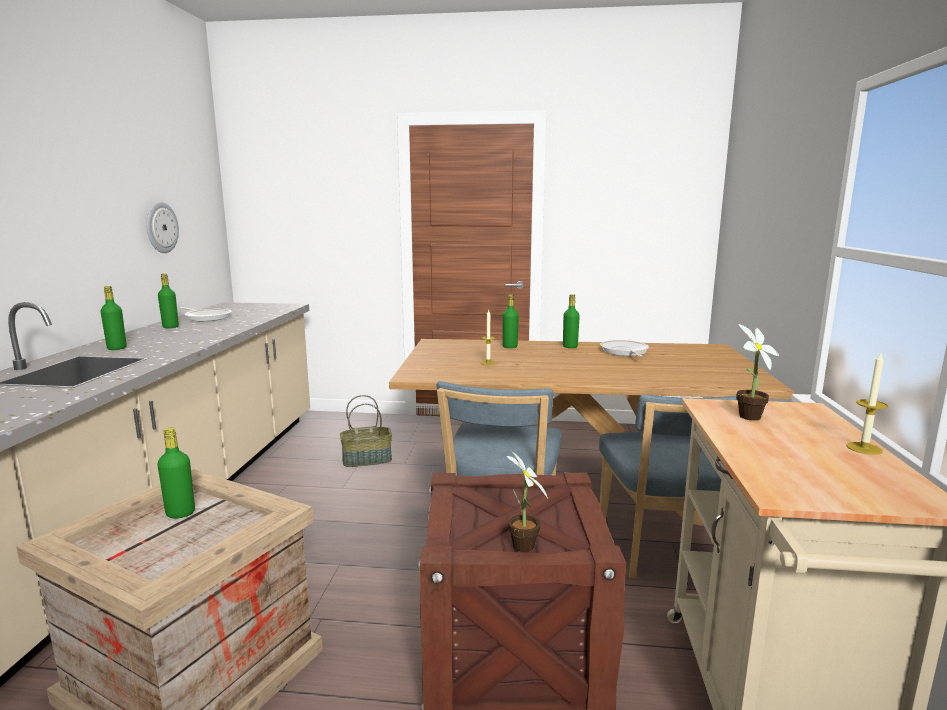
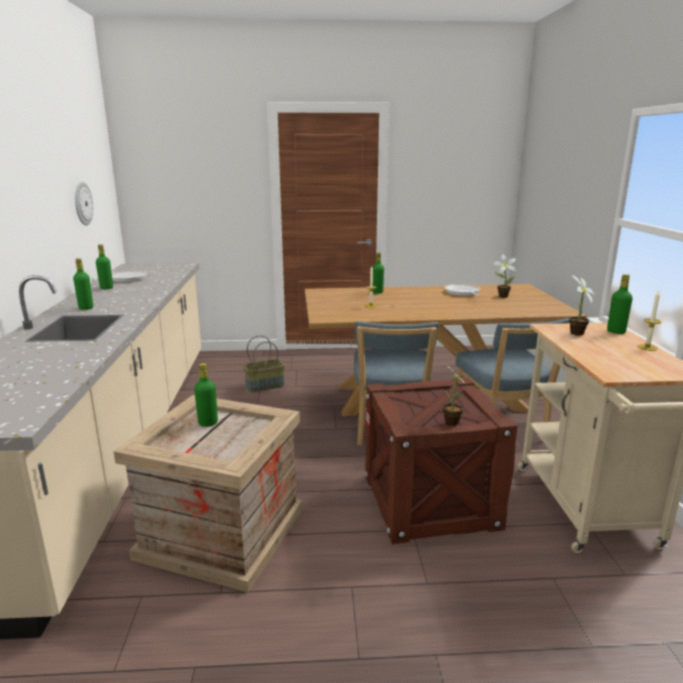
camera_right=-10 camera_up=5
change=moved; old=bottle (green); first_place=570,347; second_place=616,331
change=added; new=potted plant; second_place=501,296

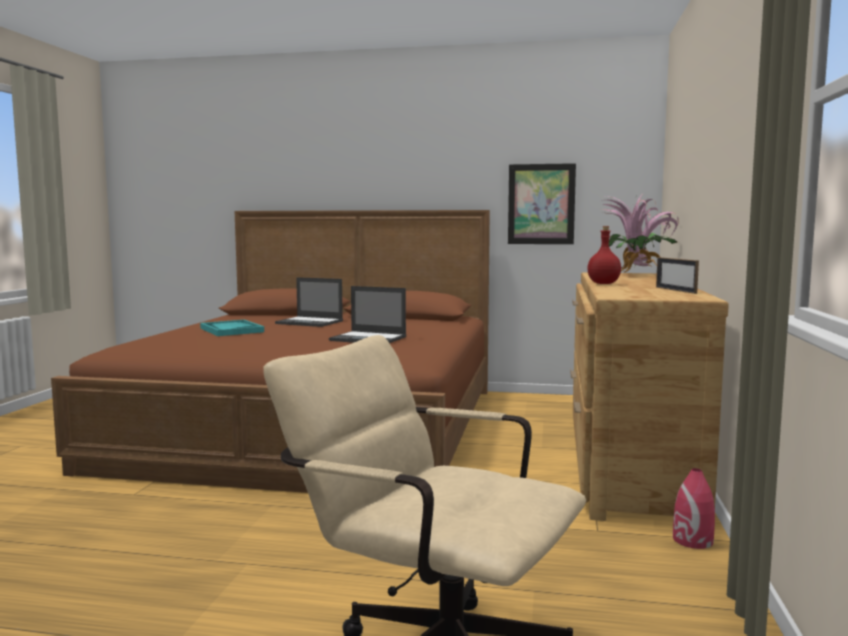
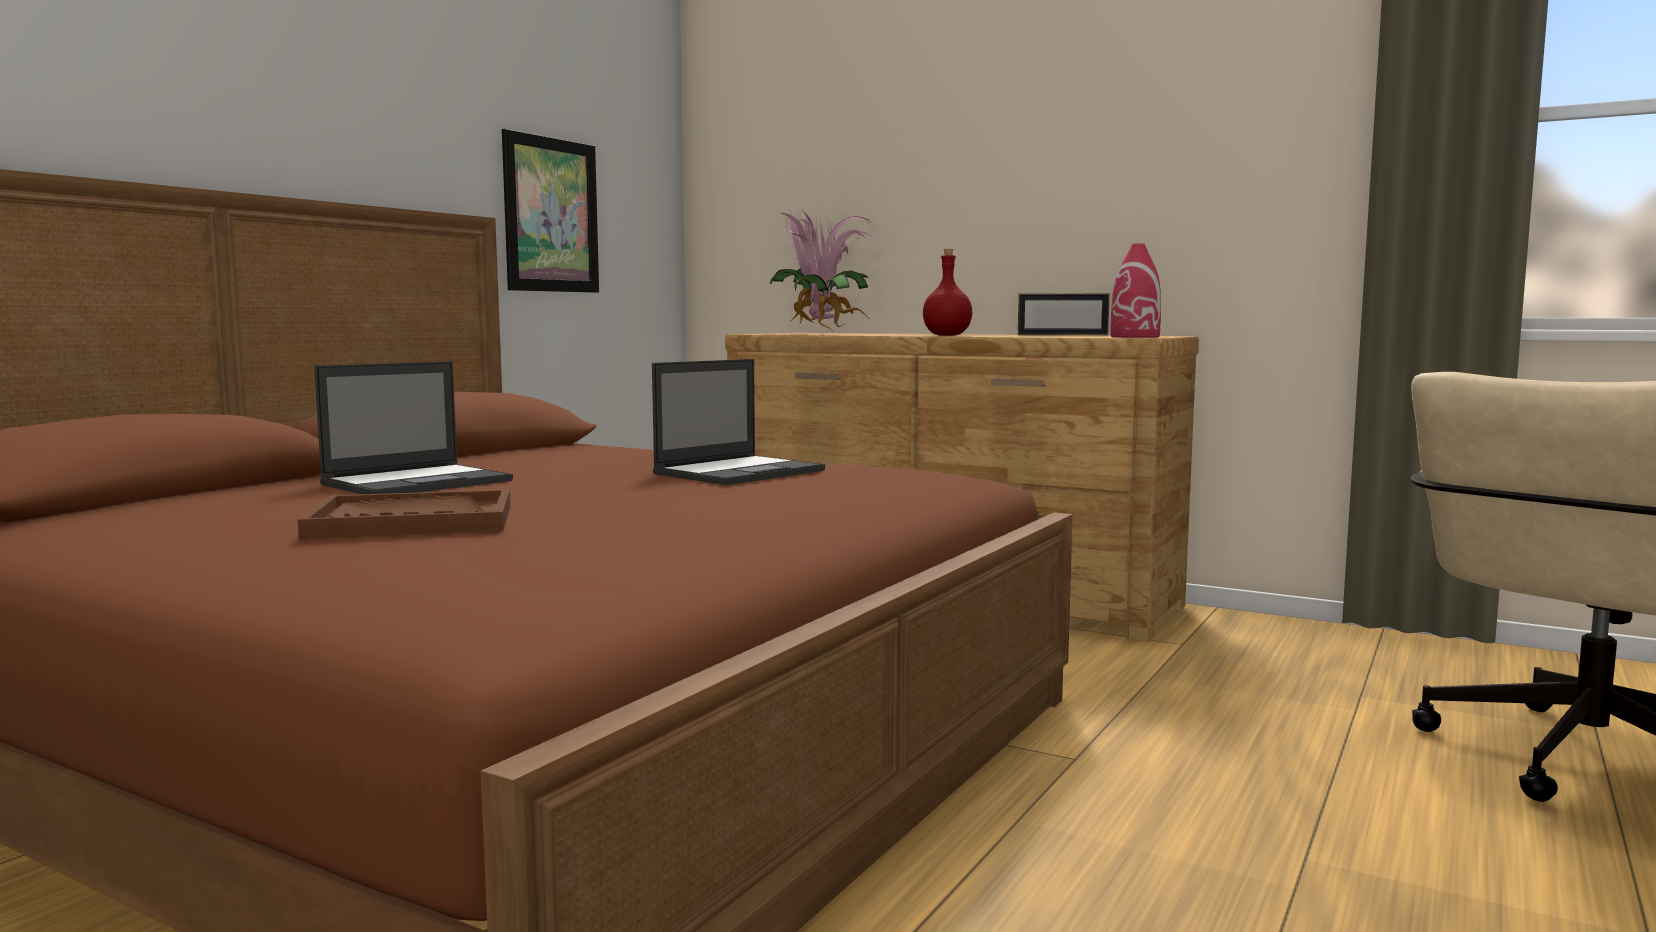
camera_right=-70 camera_up=0
change=recoloured; old=tray (turquoise); new=tray (brown); first_place=231,330; second_place=412,521
change=moved; old=vase (red); first_place=693,540; second_place=1135,337

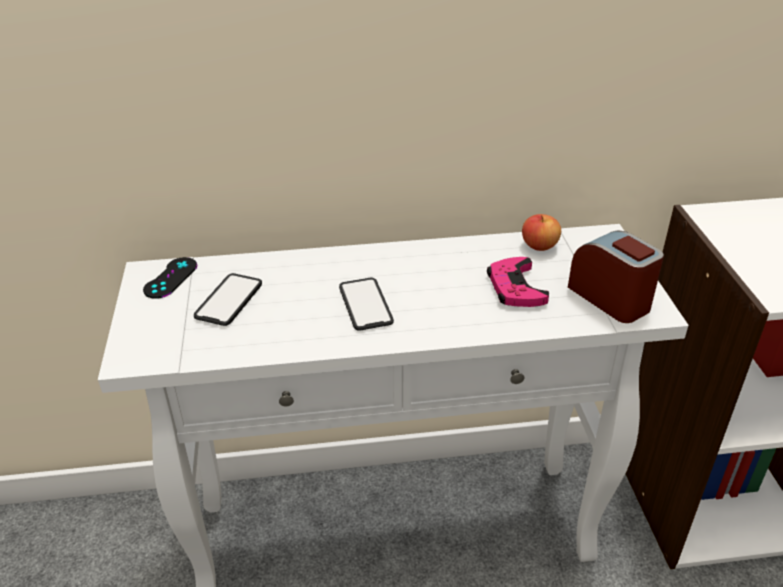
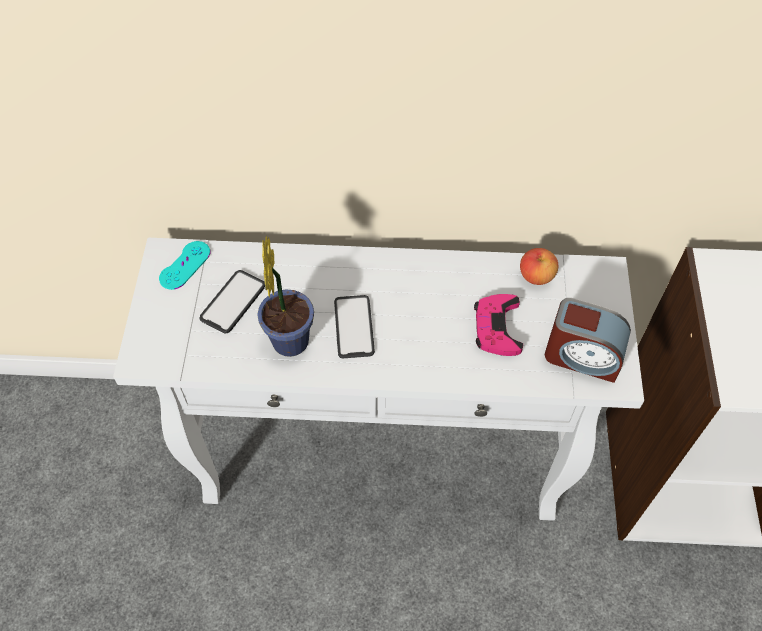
camera_right=10 camera_up=20
change=turned; old=alarm clock; first_place=610,298; second_place=582,356; degrees=135
change=recoloured; old=game controller (black); new=game controller (turquoise); first_place=171,278; second_place=185,265
change=added; new=potted plant; second_place=290,337

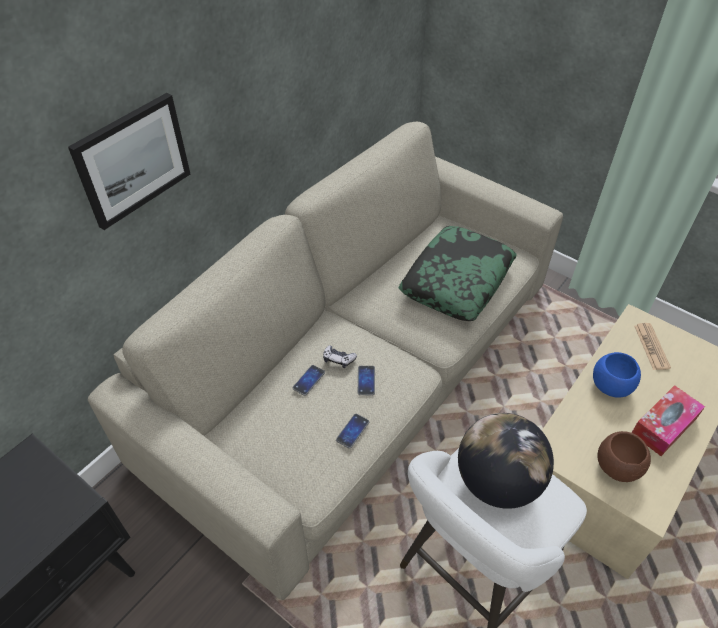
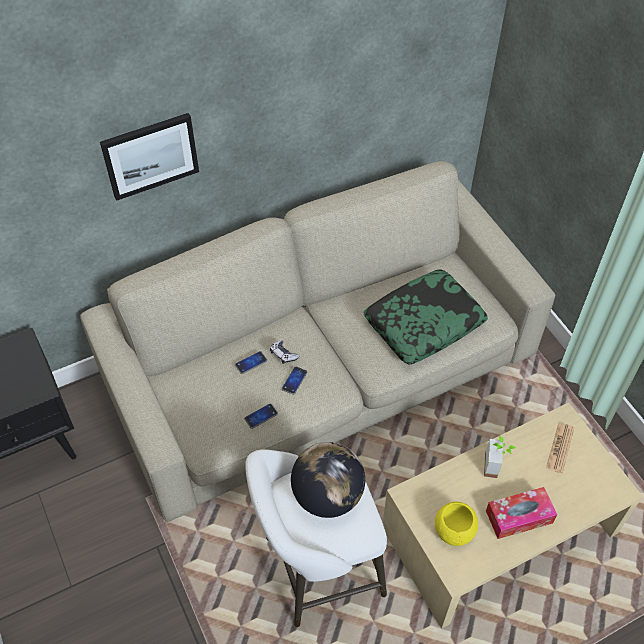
camera_right=25 camera_up=5
change=replaced; old=bowl (blue); new=potted plant; first_place=610,386; second_place=496,466
change=recoloured; old=bowl (brown); new=bowl (yellow); first_place=617,466; second_place=454,531

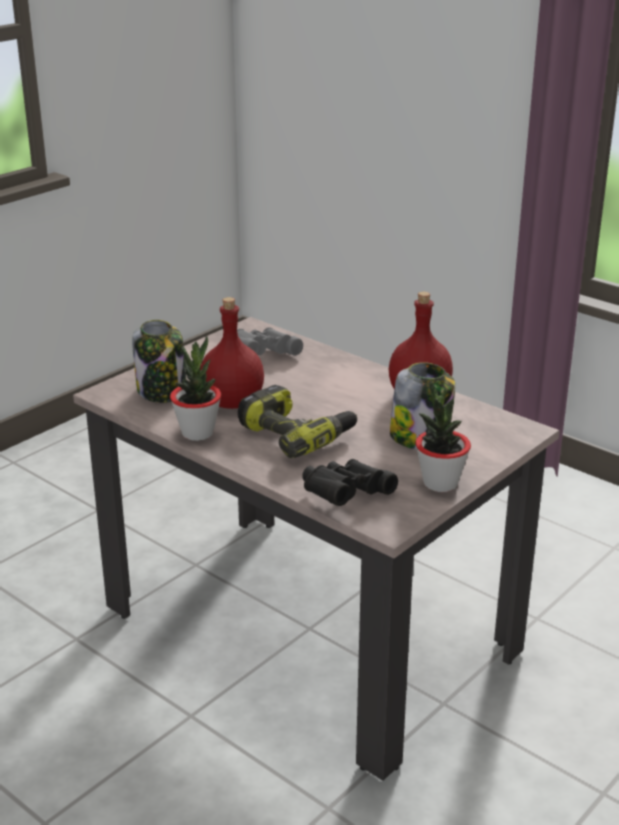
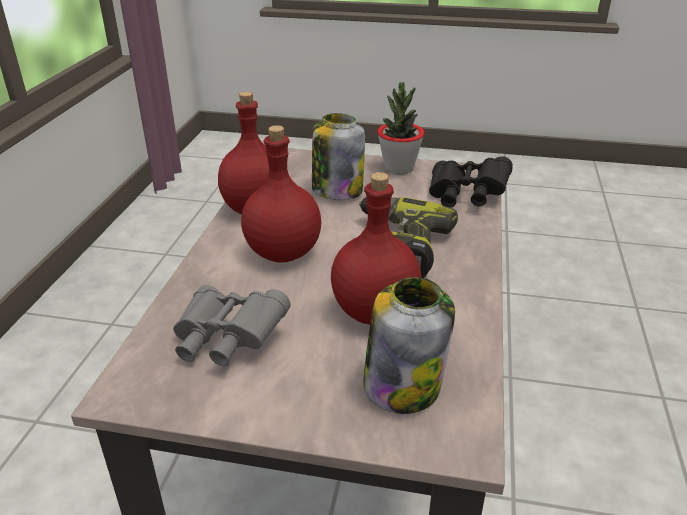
camera_right=-120 camera_up=5
change=removed; old=potted plant; first_place=197,433
change=added; new=bottle (red); second_place=283,253

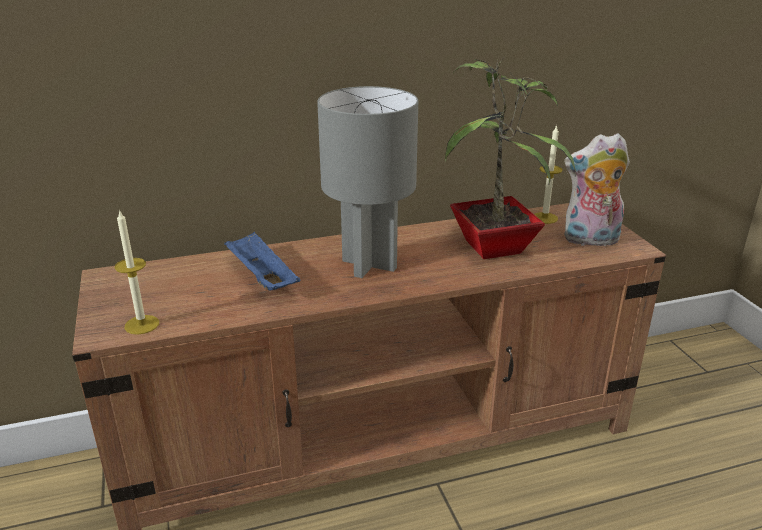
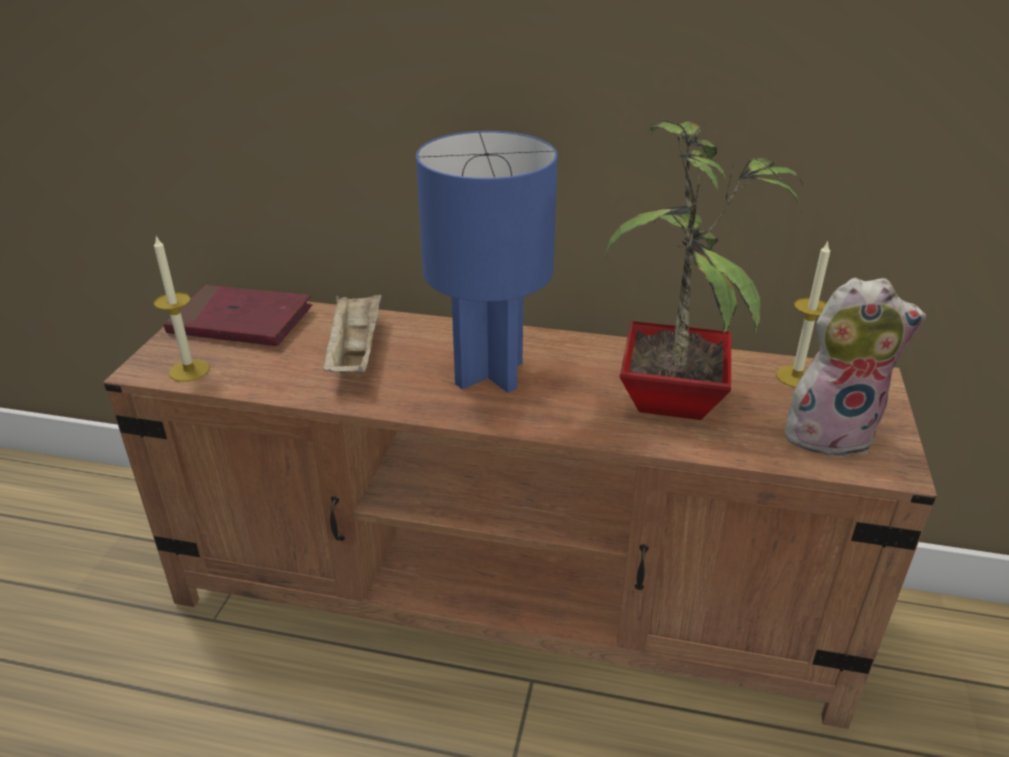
camera_right=30 camera_up=5
change=recoloured; old=table lamp (grey); new=table lamp (blue); first_place=369,264; second_place=489,373
change=turned; old=plush toy; first_place=590,240; second_place=830,432; degrees=150
change=recoloured; old=tray (blue); new=tray (beige); first_place=261,278; second_place=355,353
change=added; new=book (red); second_place=241,322

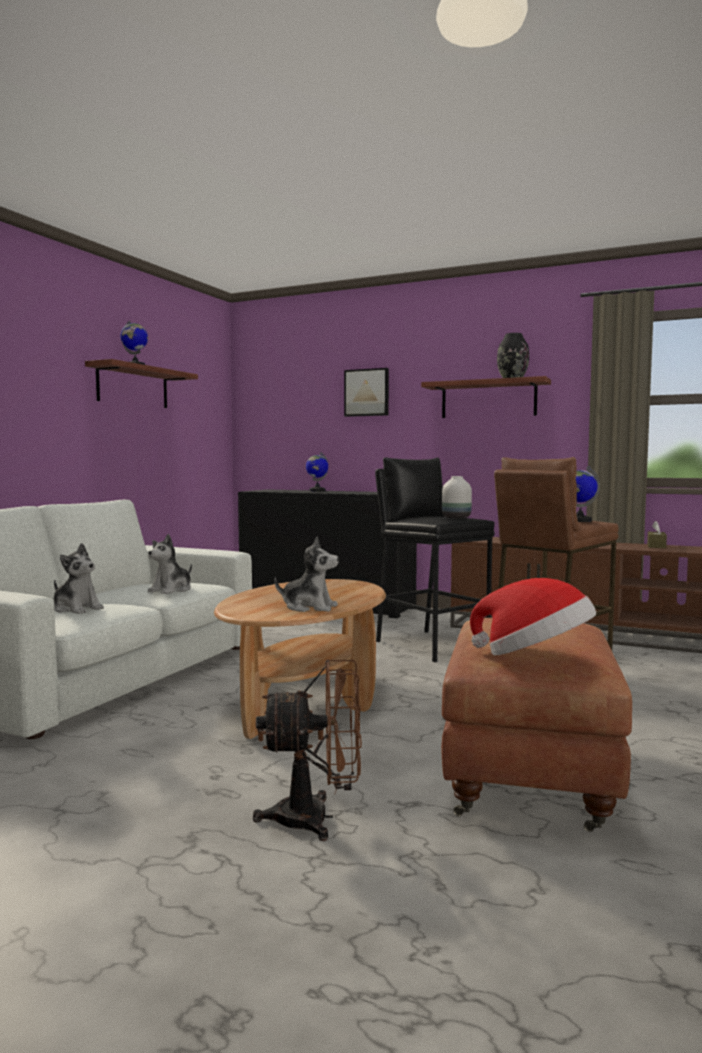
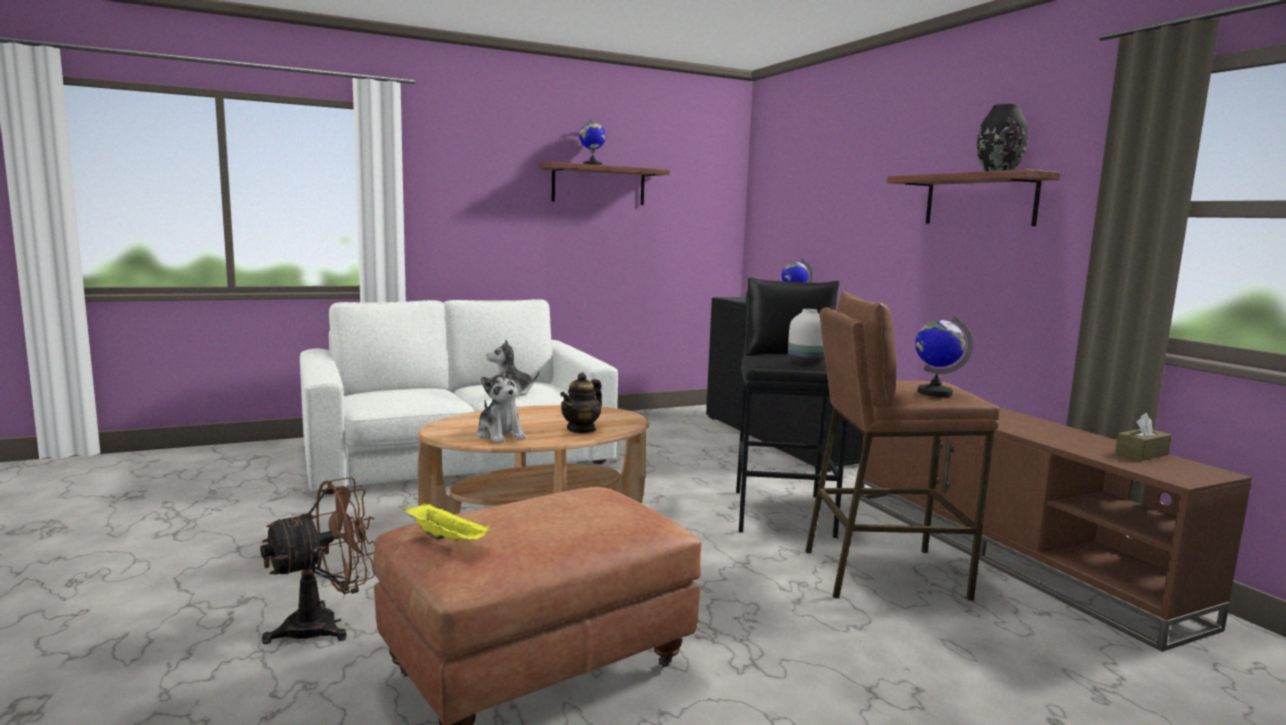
camera_right=40 camera_up=5
change=removed; old=picture; first_place=367,392
change=removed; old=plush toy; first_place=76,609
change=replaced; old=hat; new=tray (yellow); first_place=534,657; second_place=448,539
change=turned; old=fan (brown); first_place=316,818; second_place=325,625; degrees=-75
change=added; new=teapot; second_place=581,429

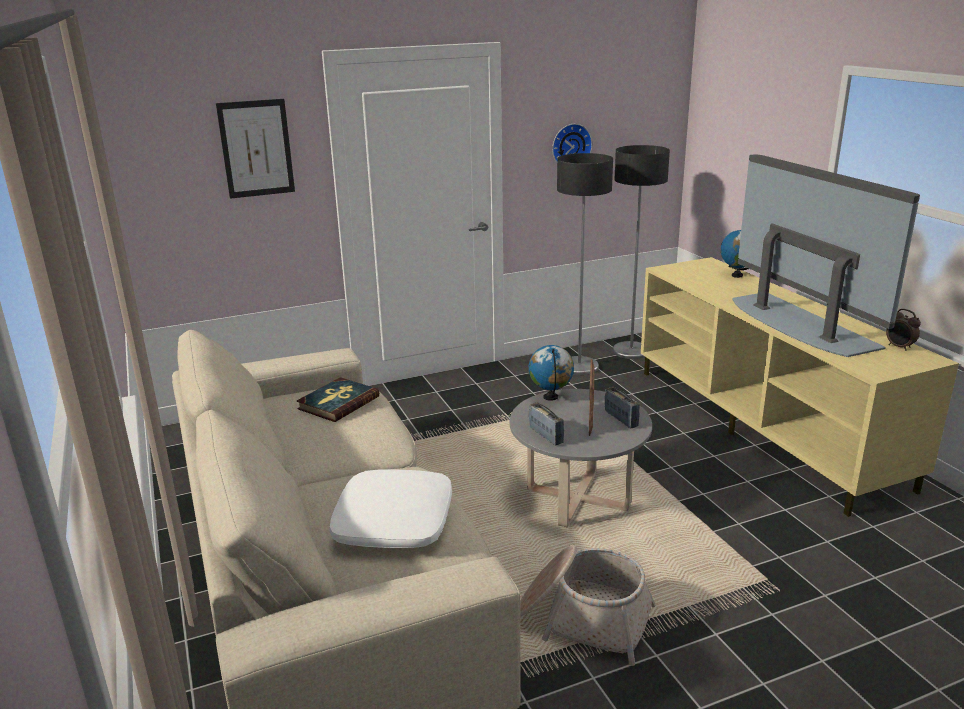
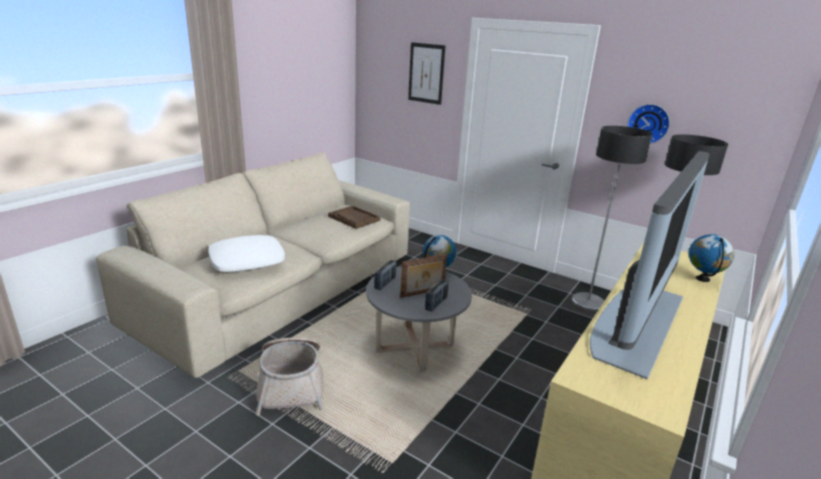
camera_right=55 camera_up=0
change=removed; old=alarm clock; first_place=899,347
change=replaced; old=book; new=tray (brown); first_place=338,403; second_place=354,218

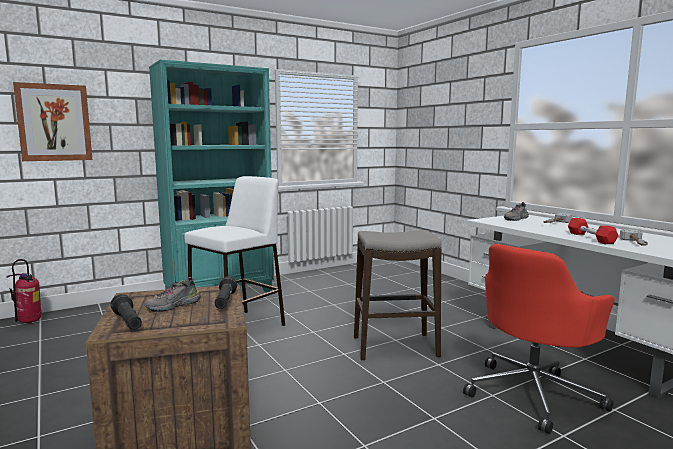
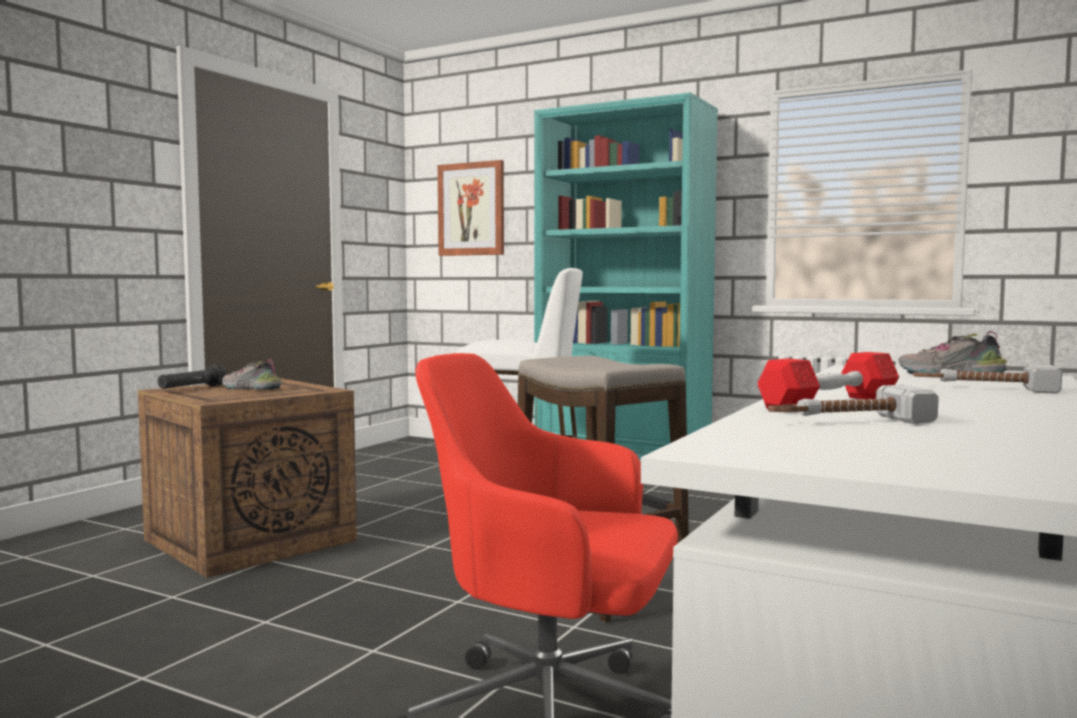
camera_right=60 camera_up=-5
change=removed; old=fire extinguisher; first_place=29,322
change=removed; old=flashlight (black); first_place=225,301

